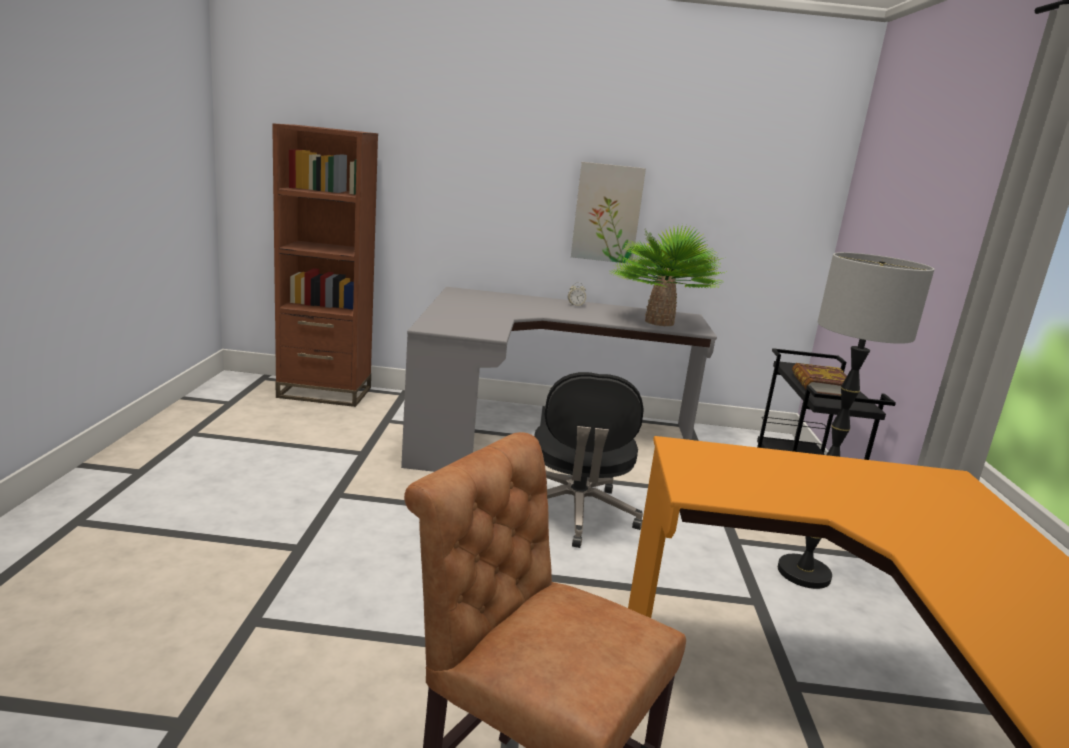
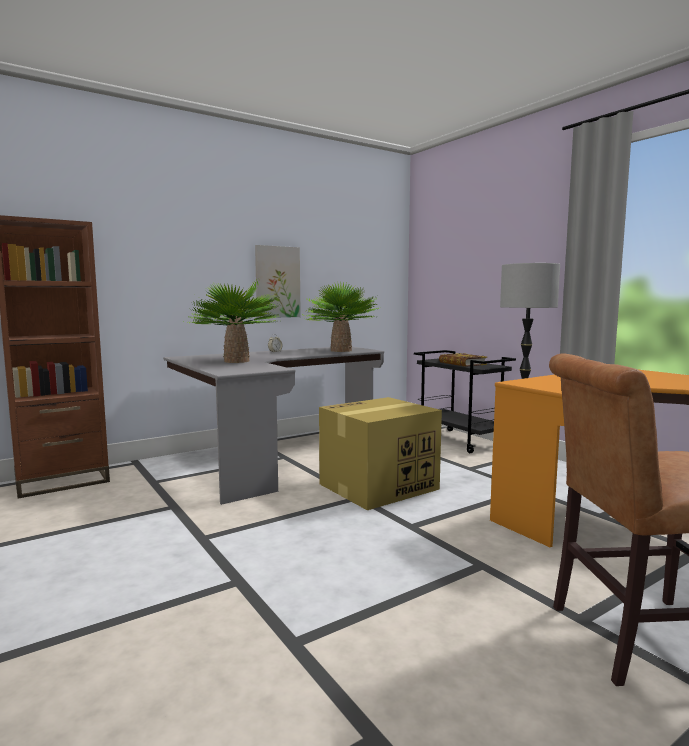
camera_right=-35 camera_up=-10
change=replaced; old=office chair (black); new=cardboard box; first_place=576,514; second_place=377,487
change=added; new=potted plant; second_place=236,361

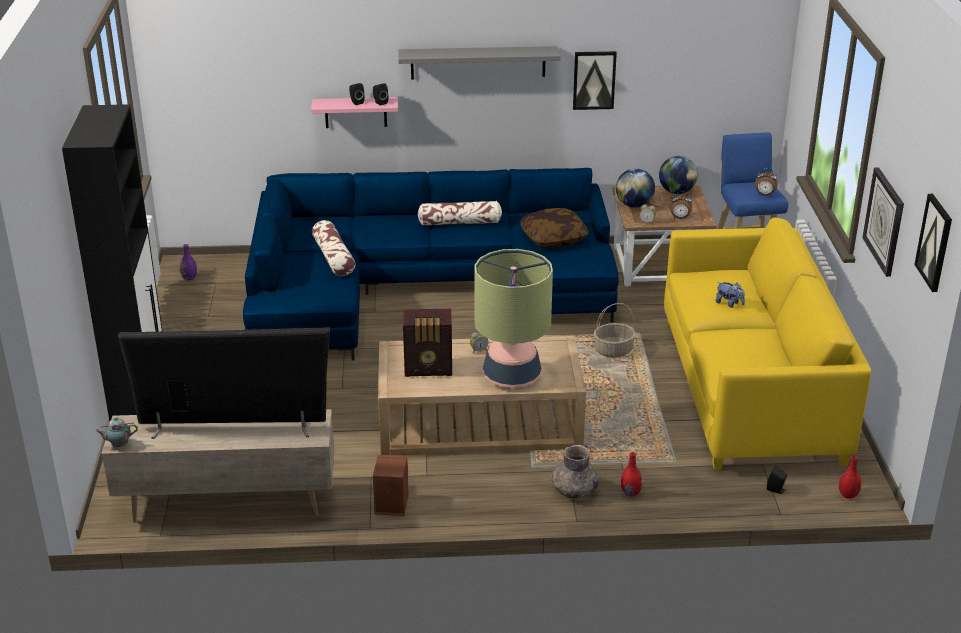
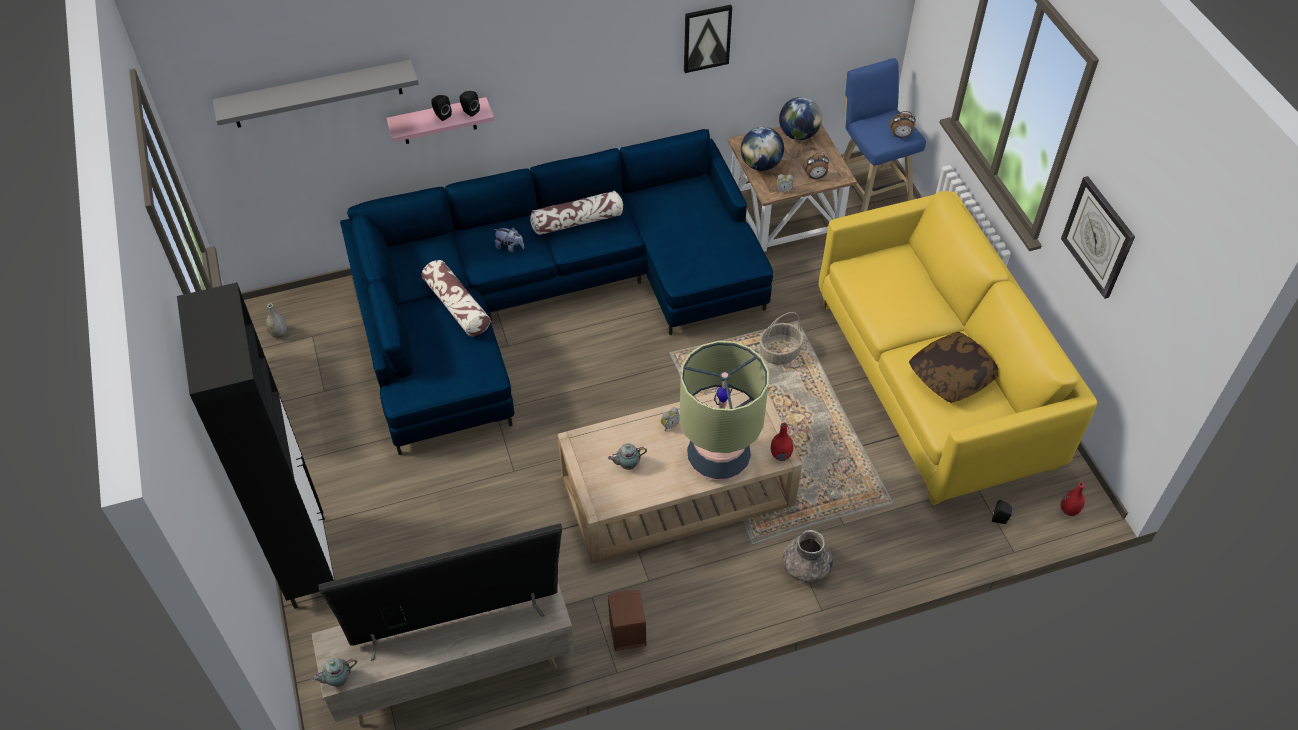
camera_right=-15 camera_up=20
change=moved; old=shelf (grey); first_place=478,62; second_place=317,94
change=removed; old=picture; first_place=935,242
change=moved; old=pillow; first_place=553,238; second_place=951,376
change=recoloured; old=vase (purple); new=vase (grey); first_place=189,278; second_place=279,333
change=moved; old=plush toy; first_place=729,304; second_place=510,247
change=replaced; old=radio; new=teapot; first_place=429,368; second_place=627,465
change=moved; old=vase (red); first_place=630,492; second_place=780,455

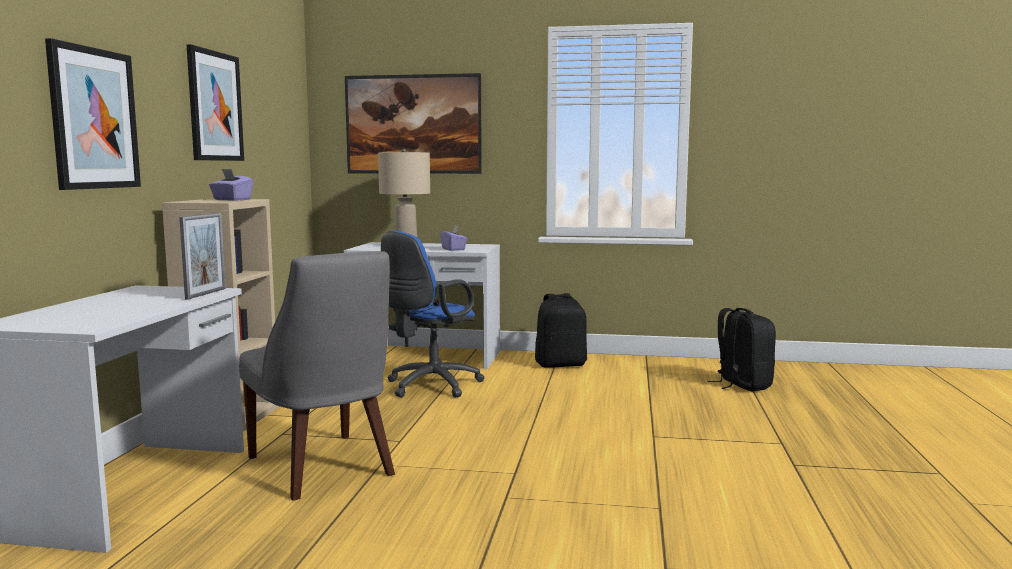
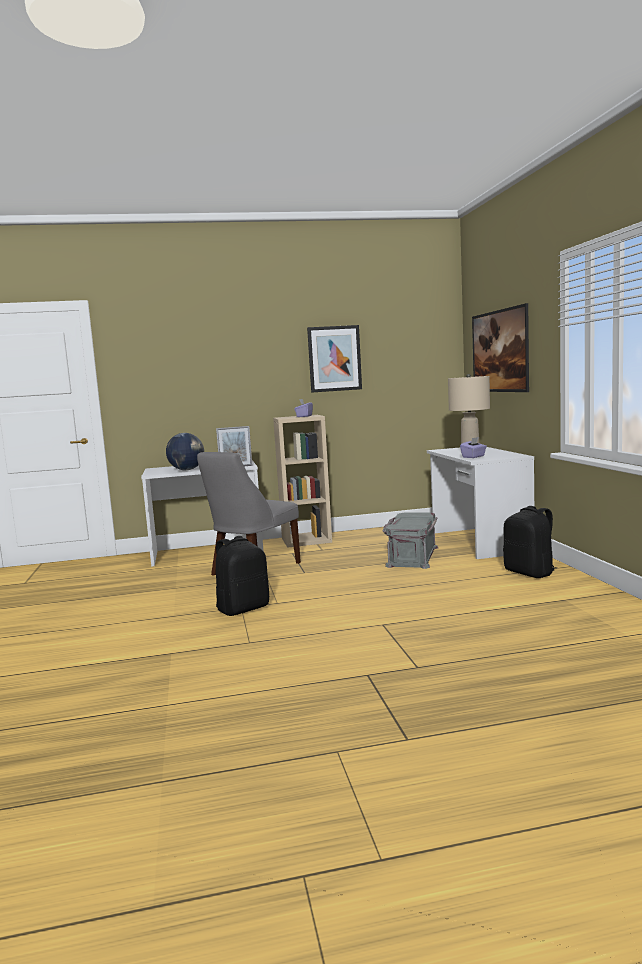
camera_right=70 camera_up=0
change=removed; old=picture; first_place=94,119
change=replaced; old=office chair (blue); new=storage box (grey); first_place=429,386; second_place=411,556
change=moved; old=backpack (black); first_place=741,385; second_place=243,608
change=added; new=globe; second_place=187,470

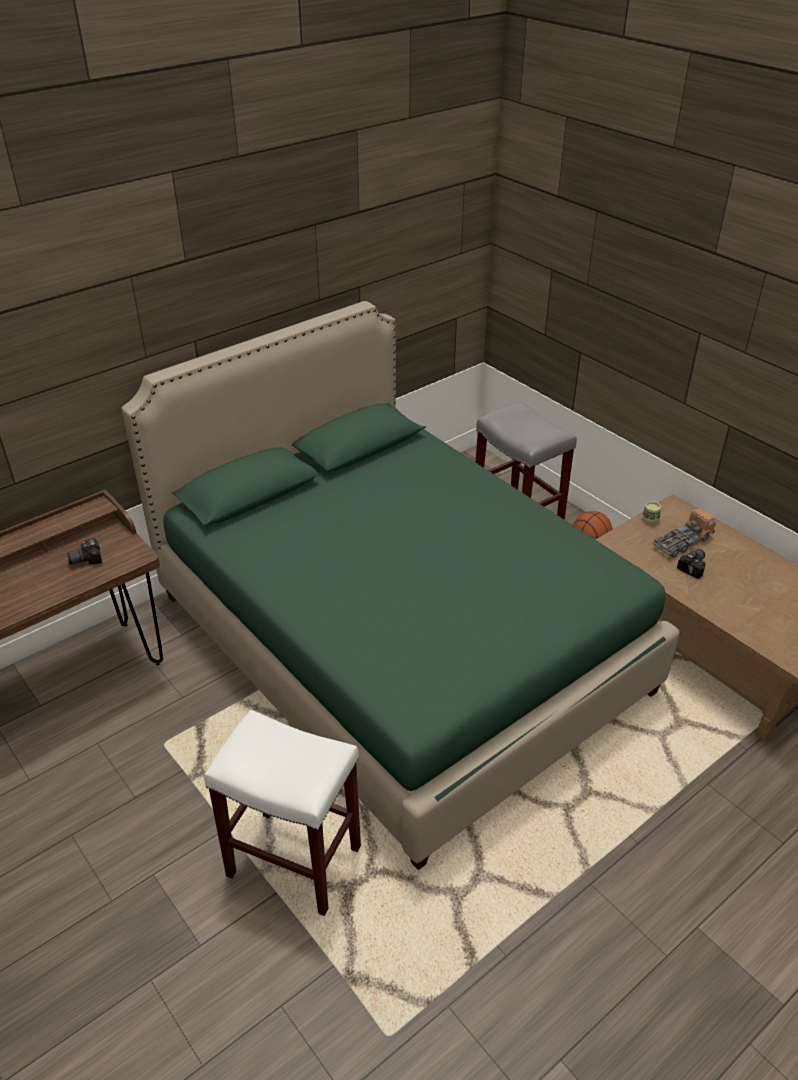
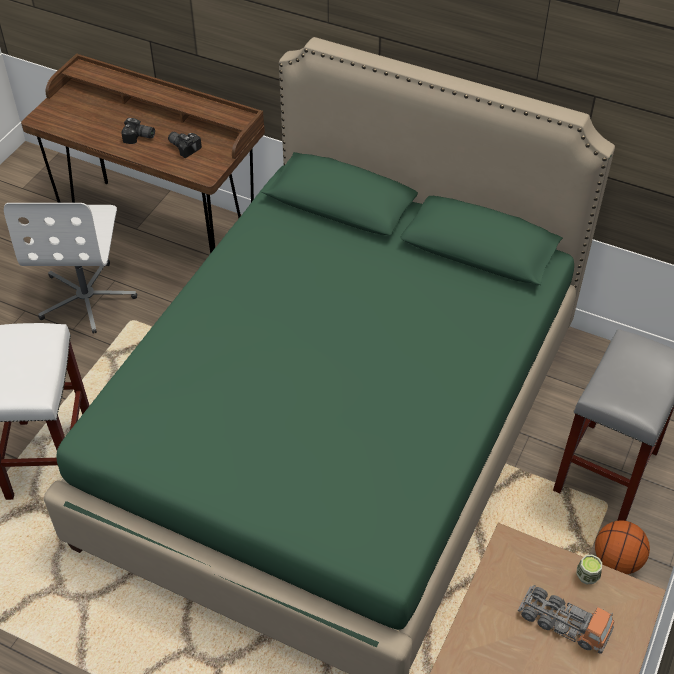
camera_right=65 camera_up=10
change=moved; old=photo camera; first_place=694,567; second_place=139,138
change=added; new=office chair (white); second_place=87,297

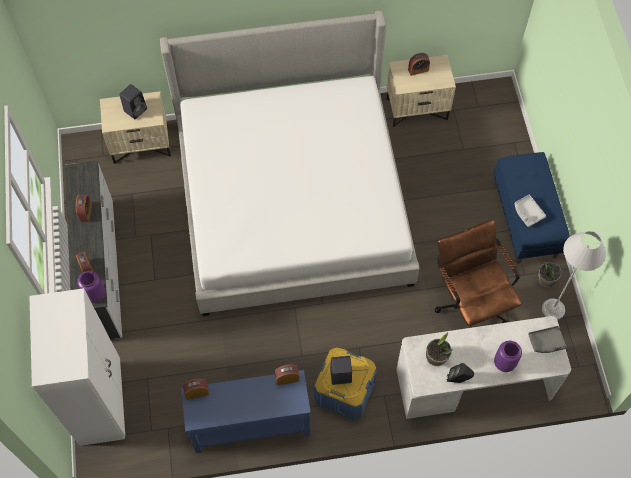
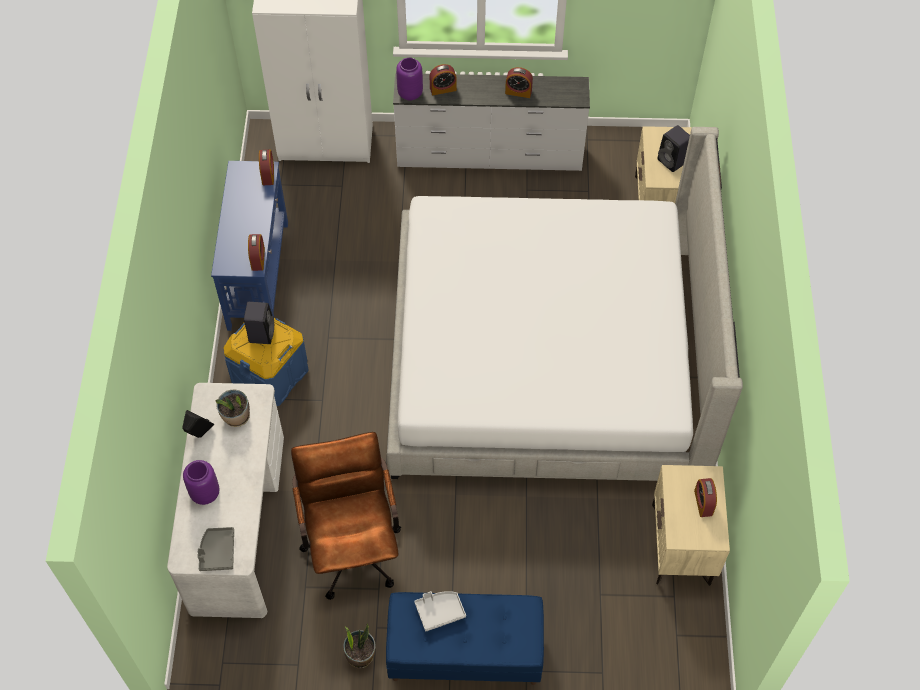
camera_right=100 camera_up=-5
change=turned; old=office chair (brown); first_place=469,302; second_place=352,544; degrees=-90
change=removed; old=floor lamp (grey); first_place=553,309

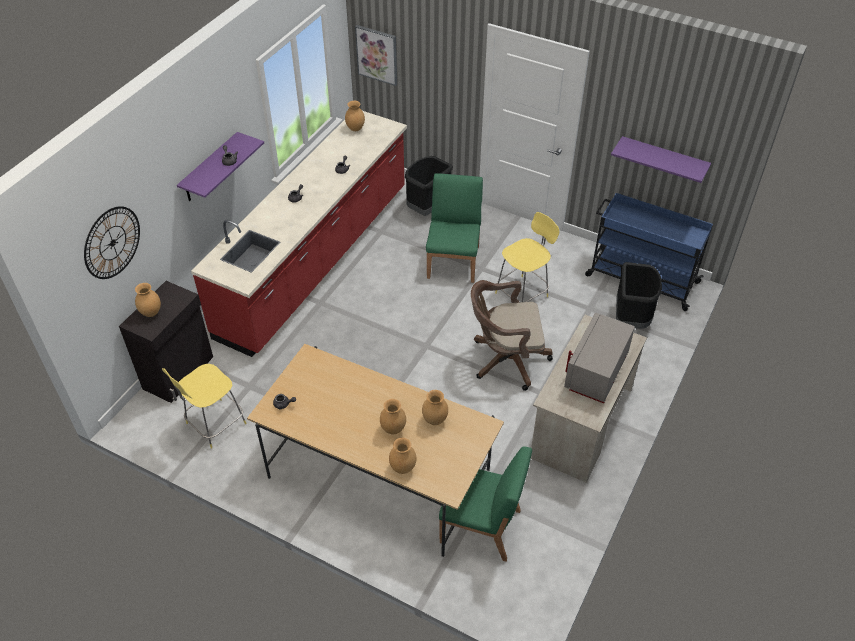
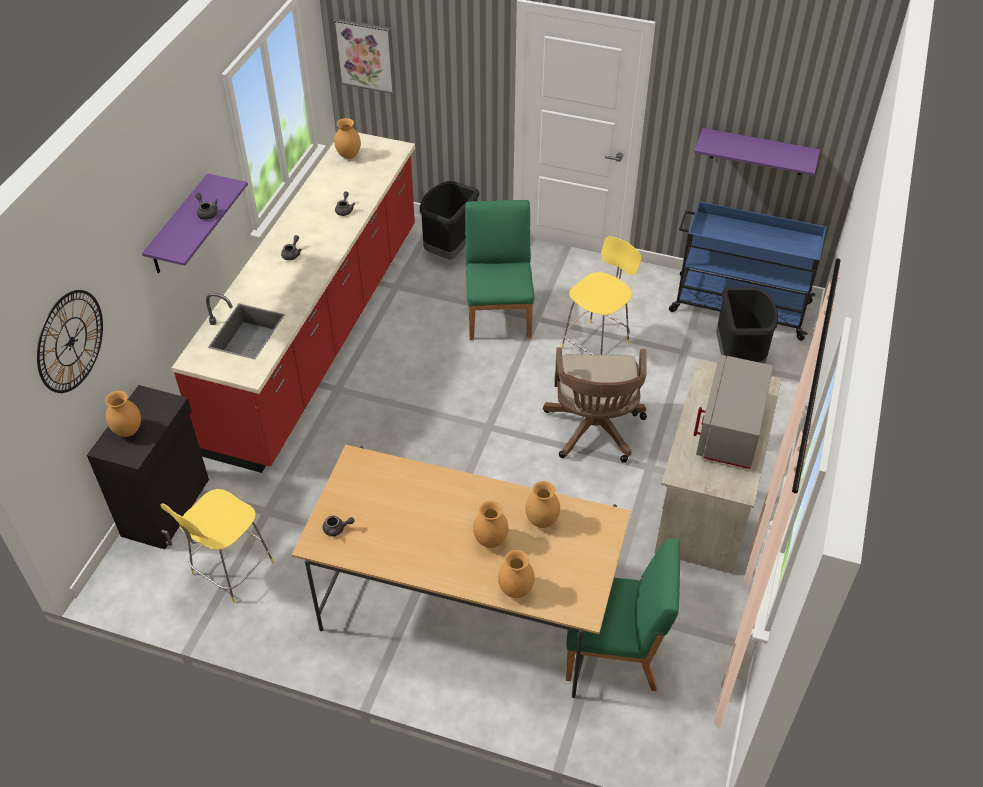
camera_right=-10 camera_up=0
change=turned; old=office chair (brown); first_place=505,360; second_place=594,431; degrees=-75

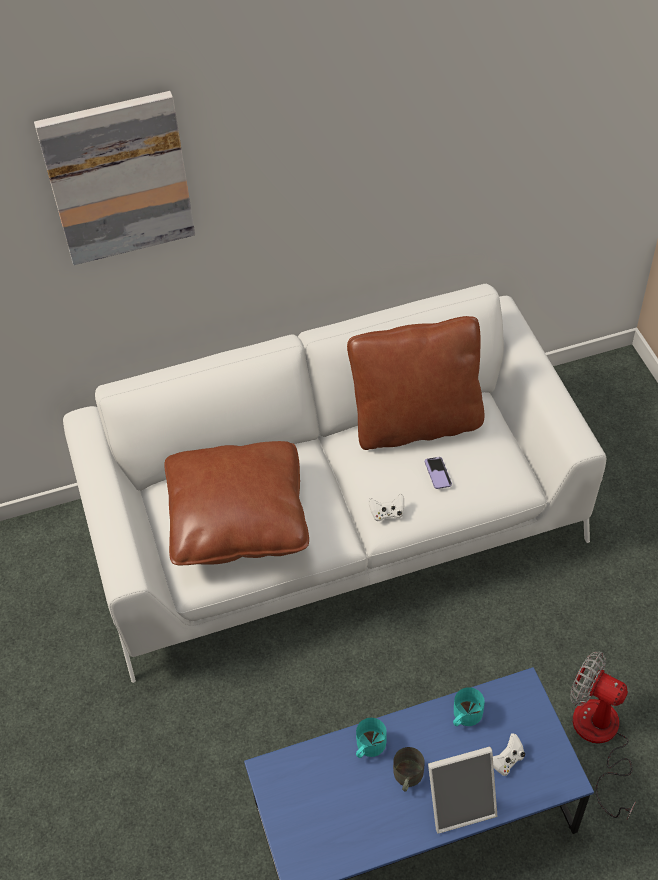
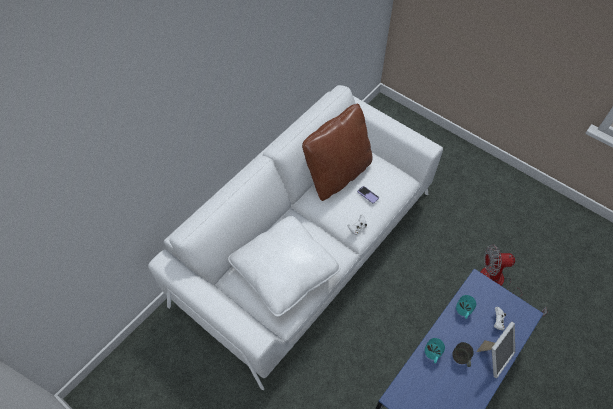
camera_right=-35 camera_up=5
change=removed; old=picture; first_place=118,178
change=recoloured; old=pillow (brown); new=pillow (white); first_place=237,518; second_place=285,271

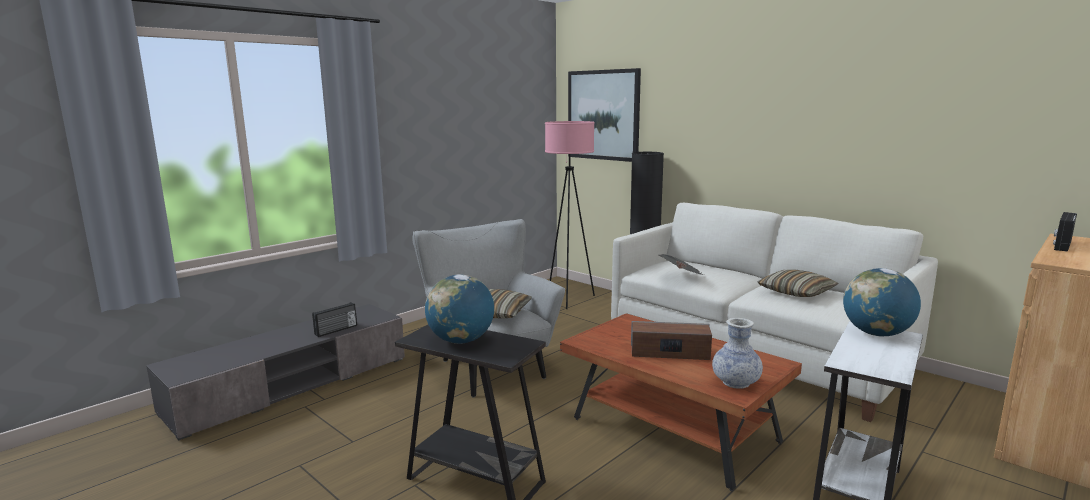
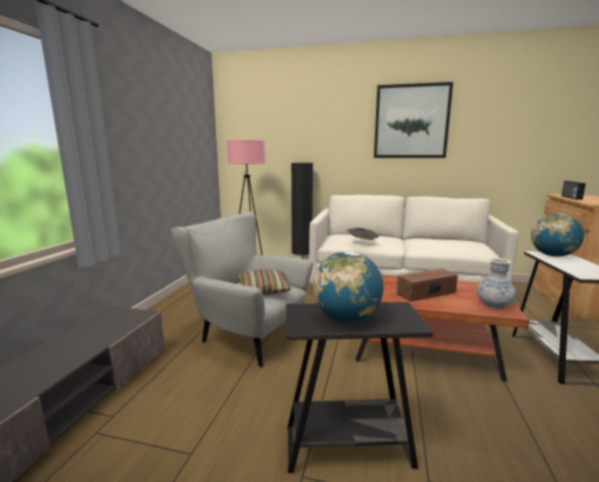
camera_right=-30 camera_up=0
change=moved; old=picture; first_place=603,115; second_place=411,122
change=removed; old=pillow; first_place=796,292
change=removed; old=radio; first_place=336,330

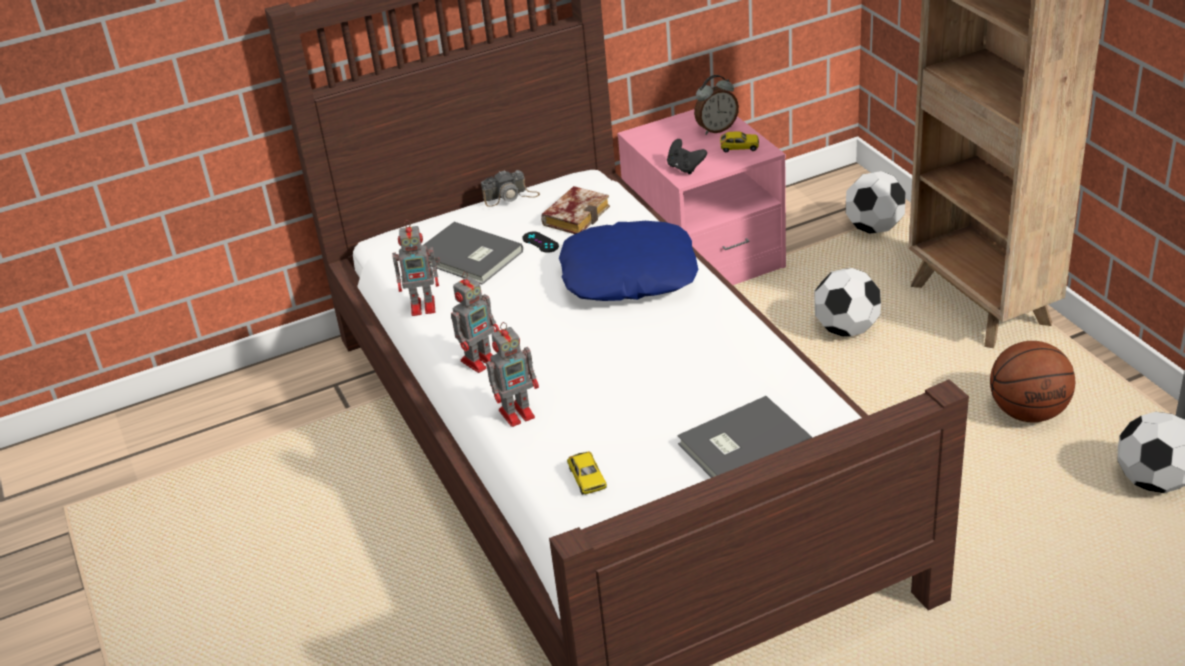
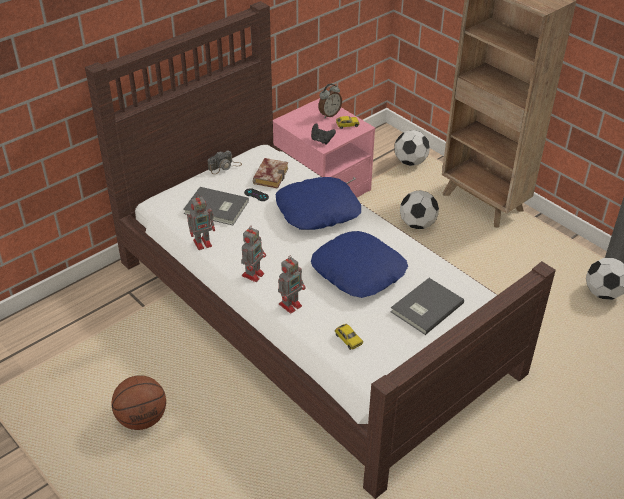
camera_right=-20 camera_up=5
change=moved; old=basketball; first_place=1029,412; second_place=142,418
change=added; new=pillow (blue); second_place=359,271

